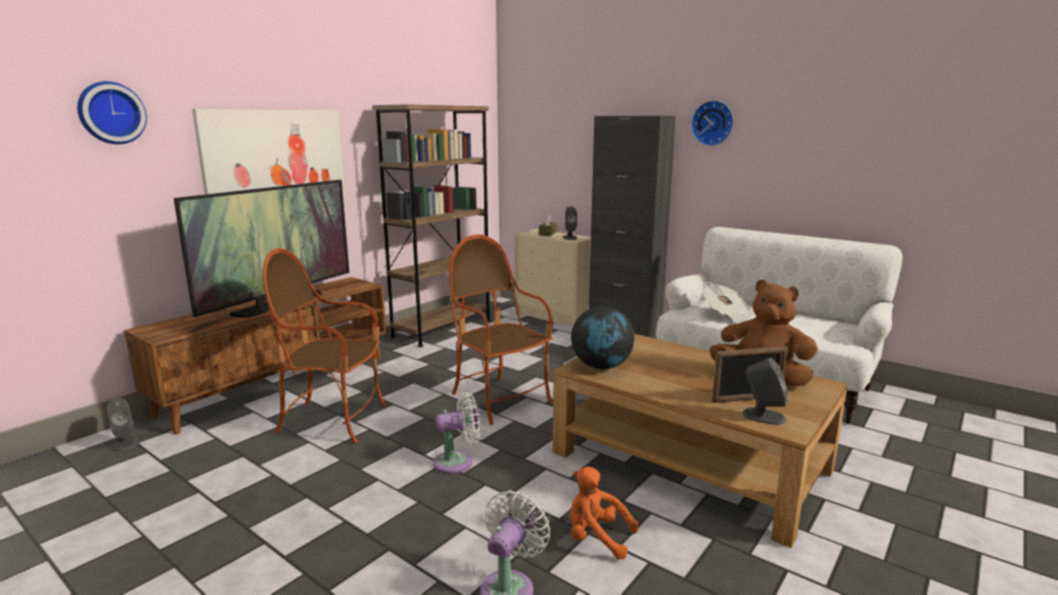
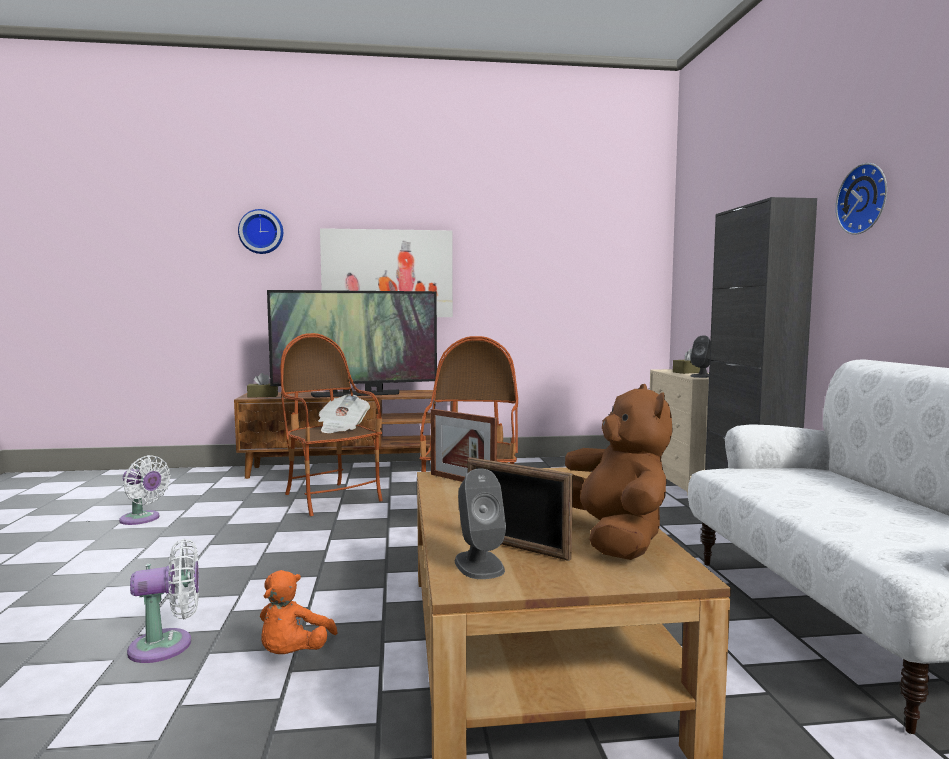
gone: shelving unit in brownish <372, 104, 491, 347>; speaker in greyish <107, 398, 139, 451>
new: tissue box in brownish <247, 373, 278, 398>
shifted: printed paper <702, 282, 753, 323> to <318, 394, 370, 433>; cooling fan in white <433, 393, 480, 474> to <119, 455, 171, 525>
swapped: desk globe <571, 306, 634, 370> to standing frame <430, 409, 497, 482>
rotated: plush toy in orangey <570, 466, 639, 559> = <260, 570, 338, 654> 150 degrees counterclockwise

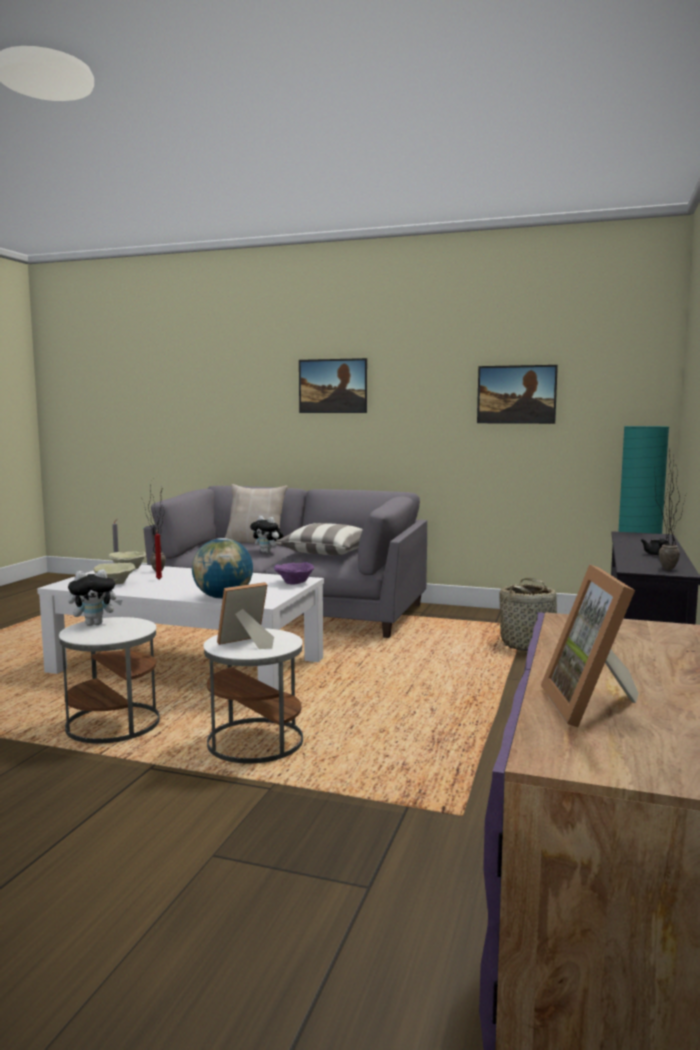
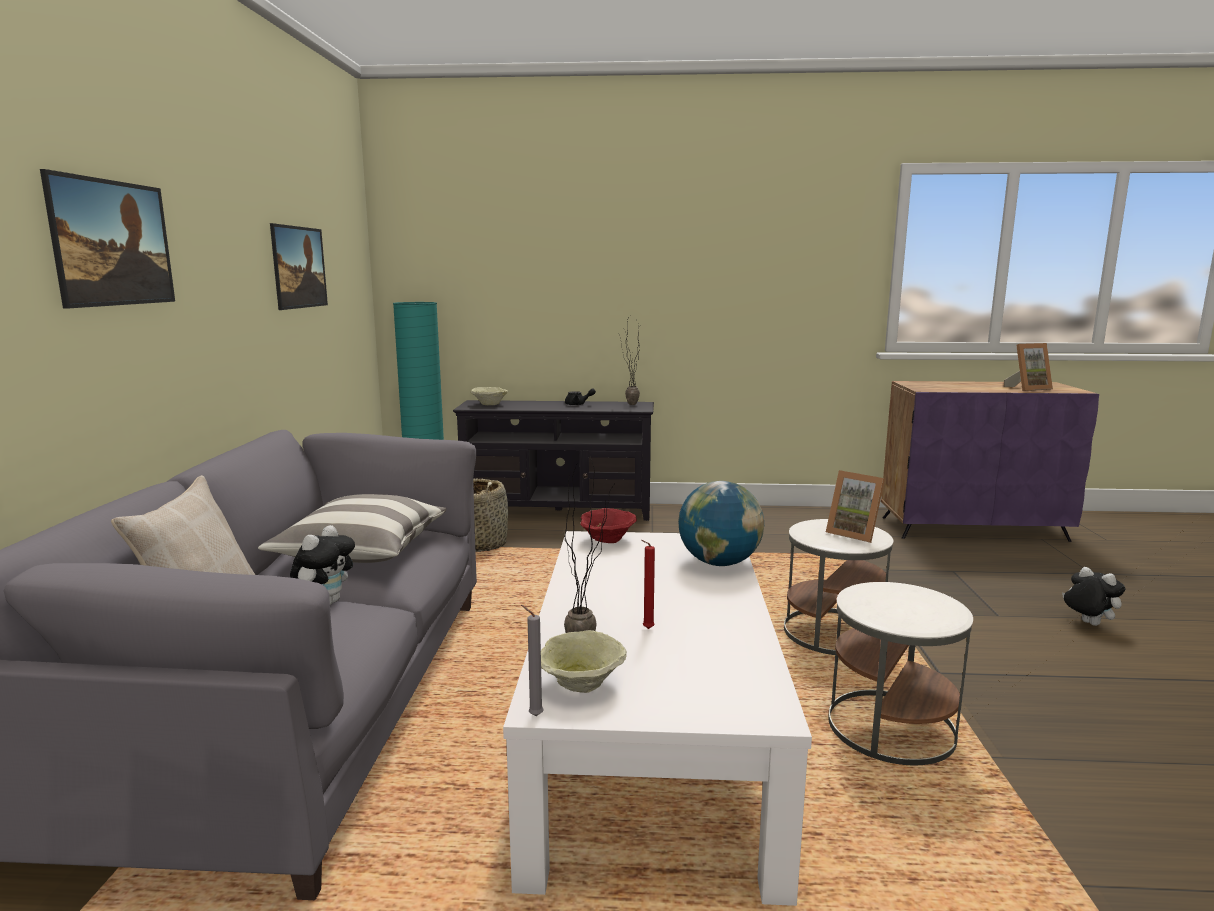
shifted: bowl in beige-coloured <94, 563, 135, 585> to <471, 387, 508, 405>; plush toy <68, 569, 122, 626> to <1062, 567, 1125, 626>
repainted: bowl in purplish <274, 562, 315, 585> to bowl in red-coloured <580, 508, 637, 543>

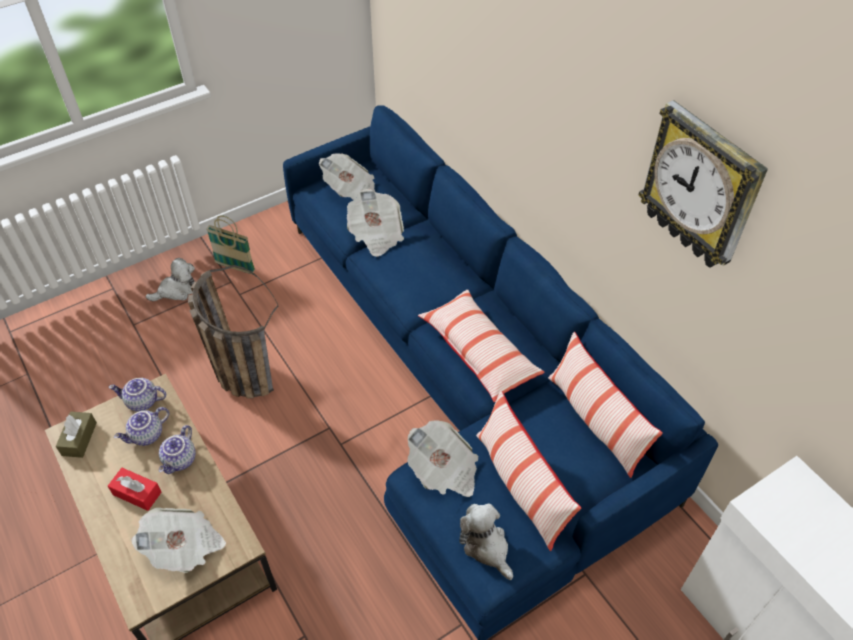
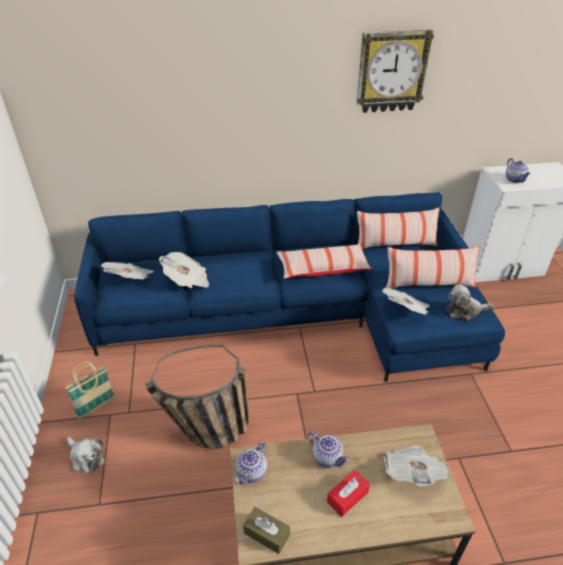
shifted: tea pot <114, 407, 169, 446> to <506, 158, 530, 183>
rotated: plush toy <146, 258, 195, 301> = <67, 436, 105, 473> 135 degrees clockwise

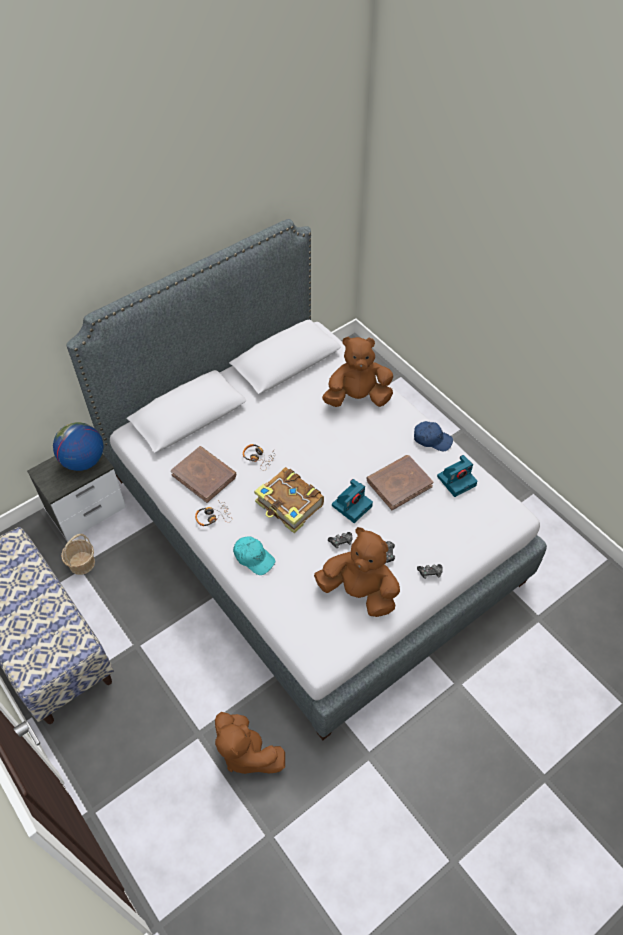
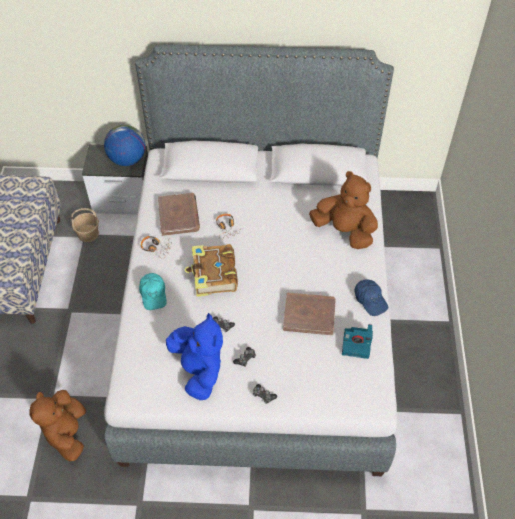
gone: still camera <332, 479, 373, 523>
repainted: plush toy in brownish <314, 527, 400, 617> to plush toy in blue <166, 313, 223, 400>

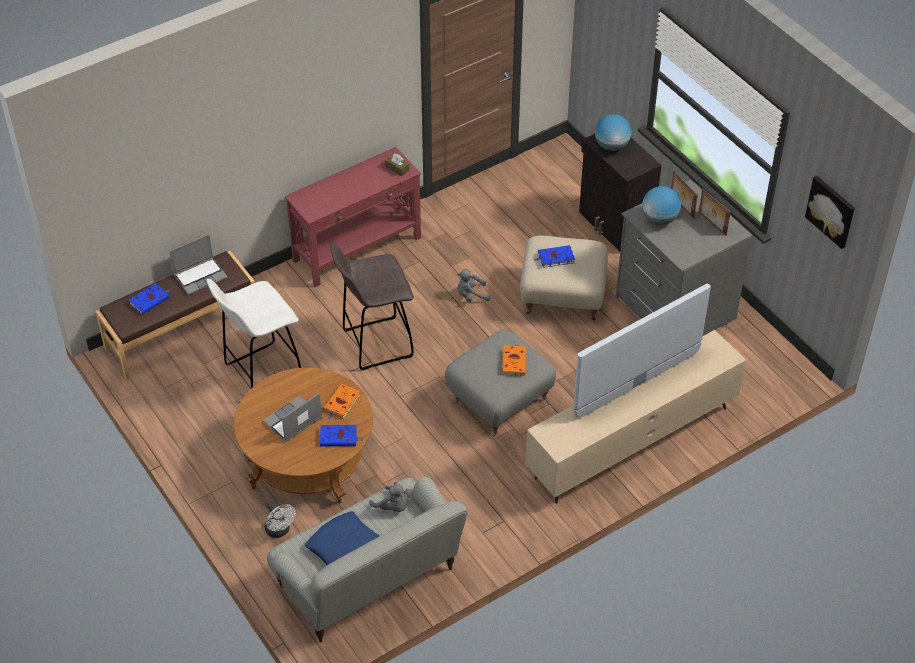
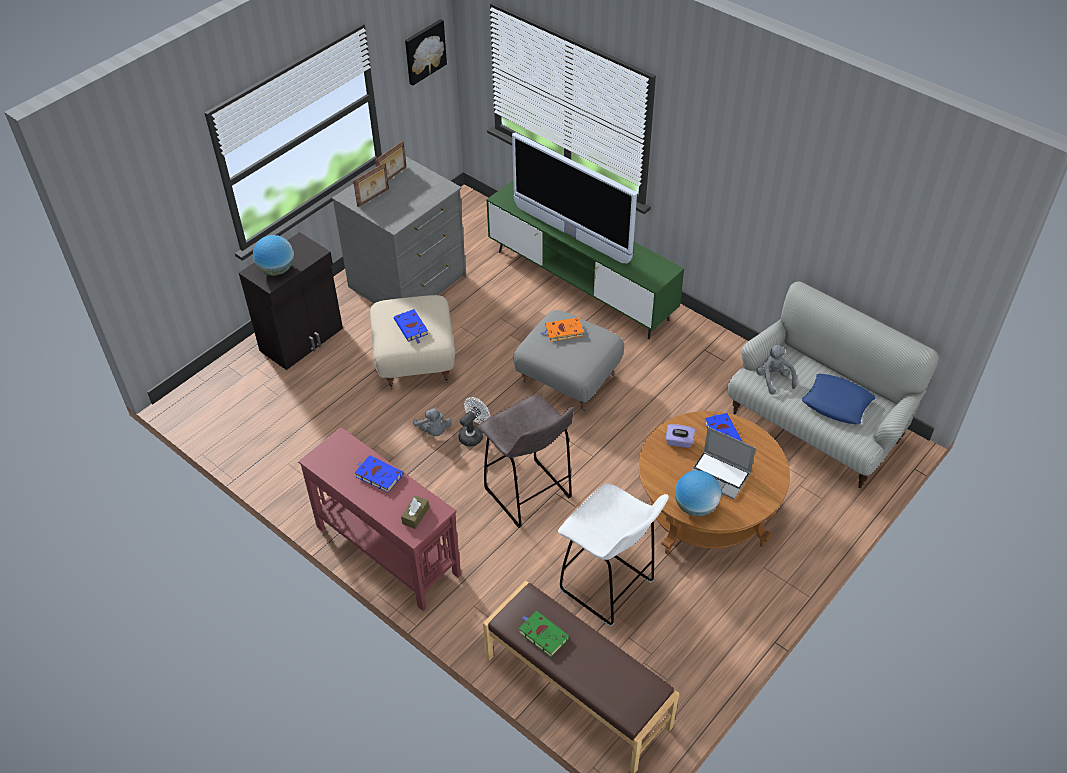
shifted: tissue box in brownish <385, 154, 409, 176> to <401, 496, 429, 529>; desk globe <642, 186, 681, 225> to <675, 470, 721, 516>; bound book in blue <129, 283, 170, 315> to <355, 455, 403, 493>; cooling fan in white <265, 500, 296, 538> to <458, 397, 490, 447>
swapped: portable computer <170, 235, 228, 295> to bound book in greenish <519, 611, 570, 657>; bound book in orangey <323, 384, 361, 420> to tissue box in purplish <666, 424, 695, 448>
repainted: tv unit in beige-coloured <526, 330, 746, 504> to tv unit in greenish <486, 180, 684, 339>
rotated: plush toy in greyish <369, 482, 411, 512> = <756, 344, 797, 395> 45 degrees counterclockwise

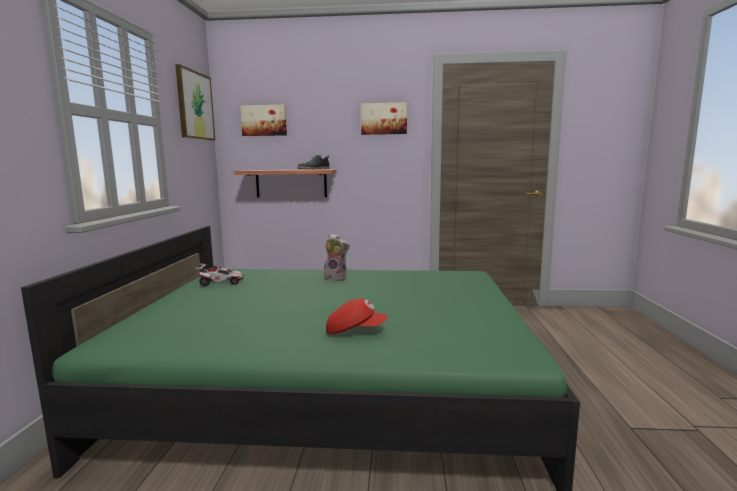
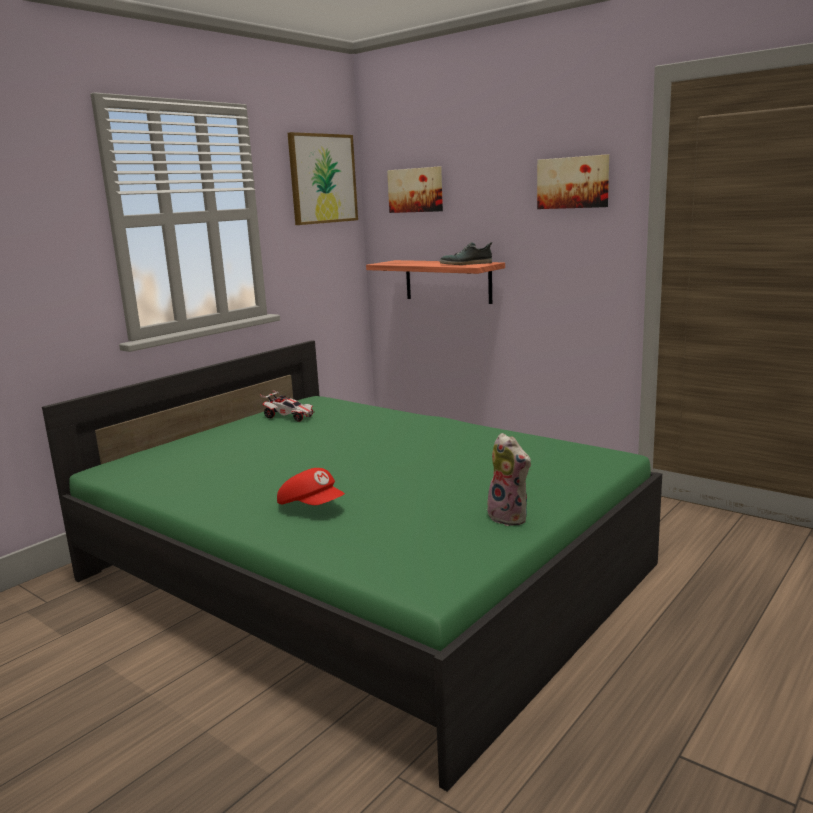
shifted: plush toy <324, 233, 350, 281> to <487, 433, 531, 526>

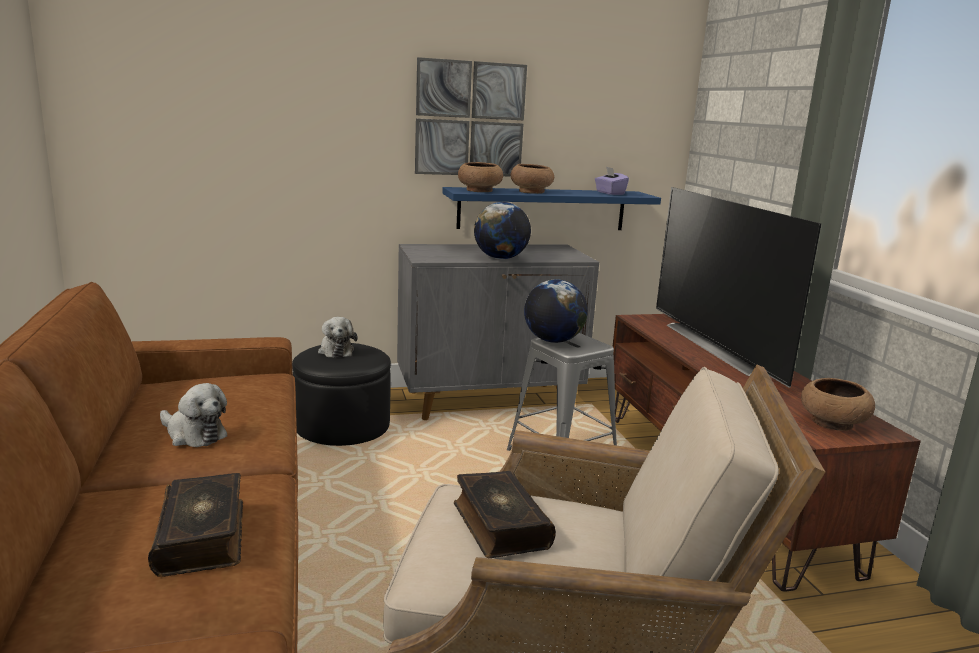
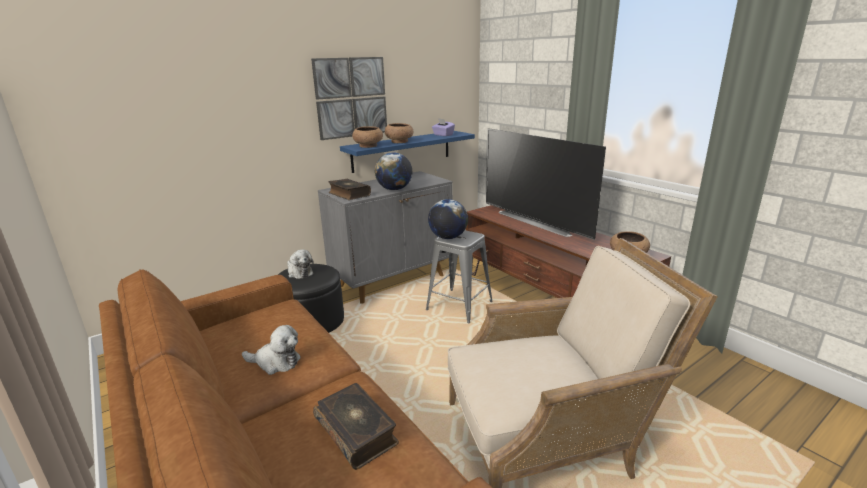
shifted: bound book <454, 471, 556, 558> to <328, 179, 371, 200>

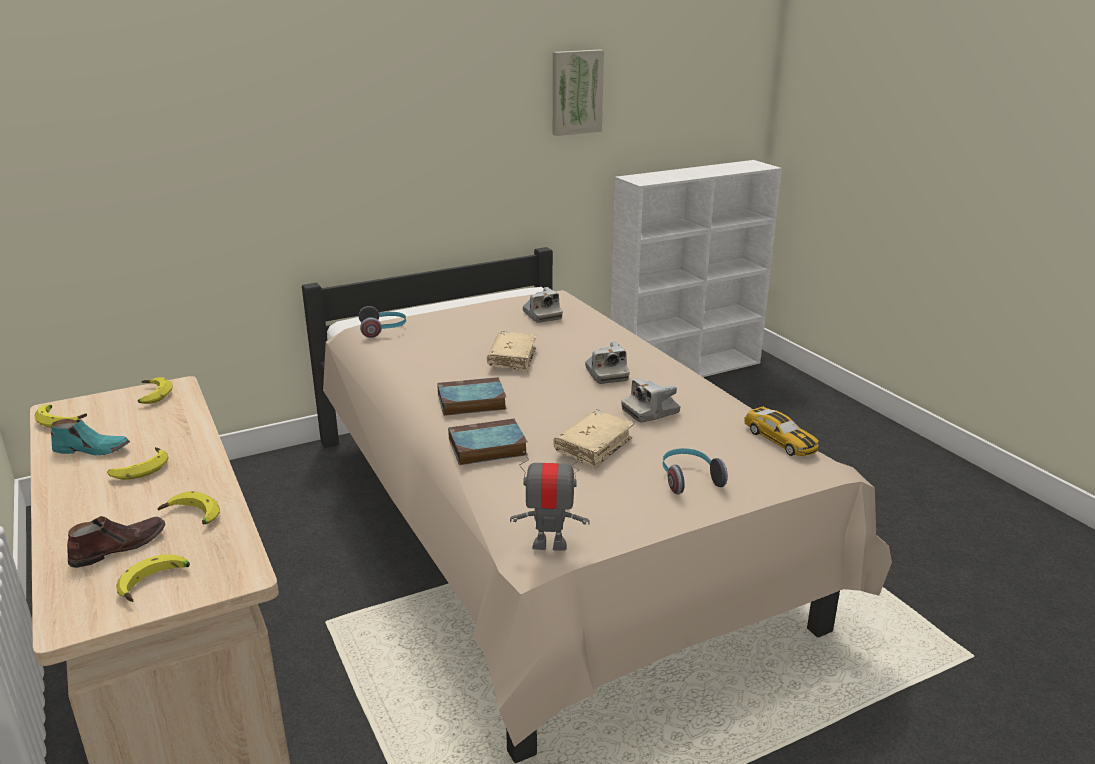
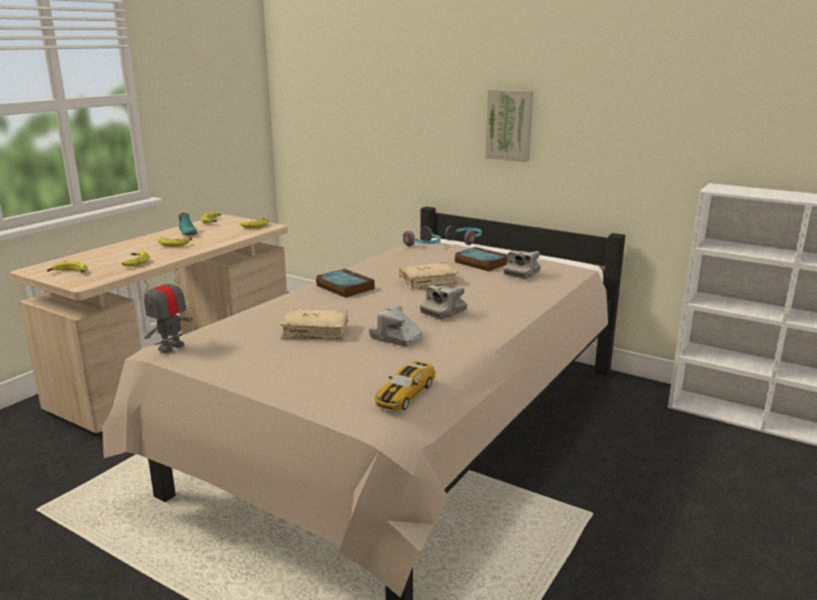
gone: low shoe in brownish <67, 516, 165, 568>
shifted: picture <553, 50, 604, 136> to <485, 89, 533, 162>; bound book <448, 419, 528, 465> to <455, 247, 508, 271>; headset <662, 448, 728, 495> to <445, 225, 482, 245>
rotated: robot figure <510, 450, 590, 551> = <144, 268, 193, 353> 120 degrees counterclockwise

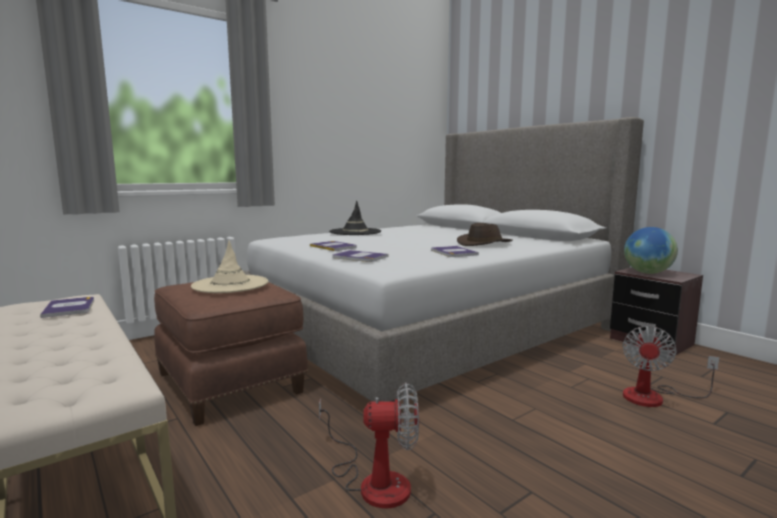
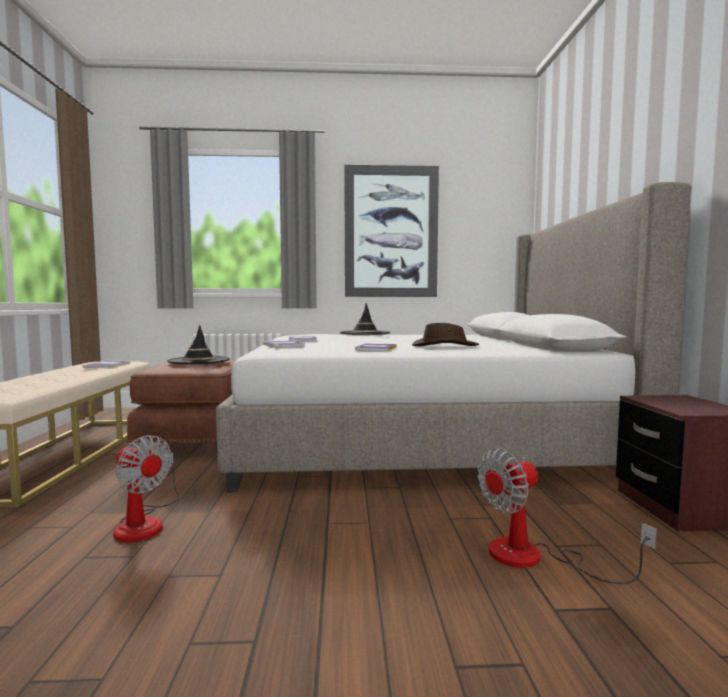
gone: desk globe <624, 227, 678, 274>
new: picture <344, 165, 439, 297>
repainted: hat in beige-coloured <191, 241, 268, 293> to hat in black <167, 325, 230, 364>

